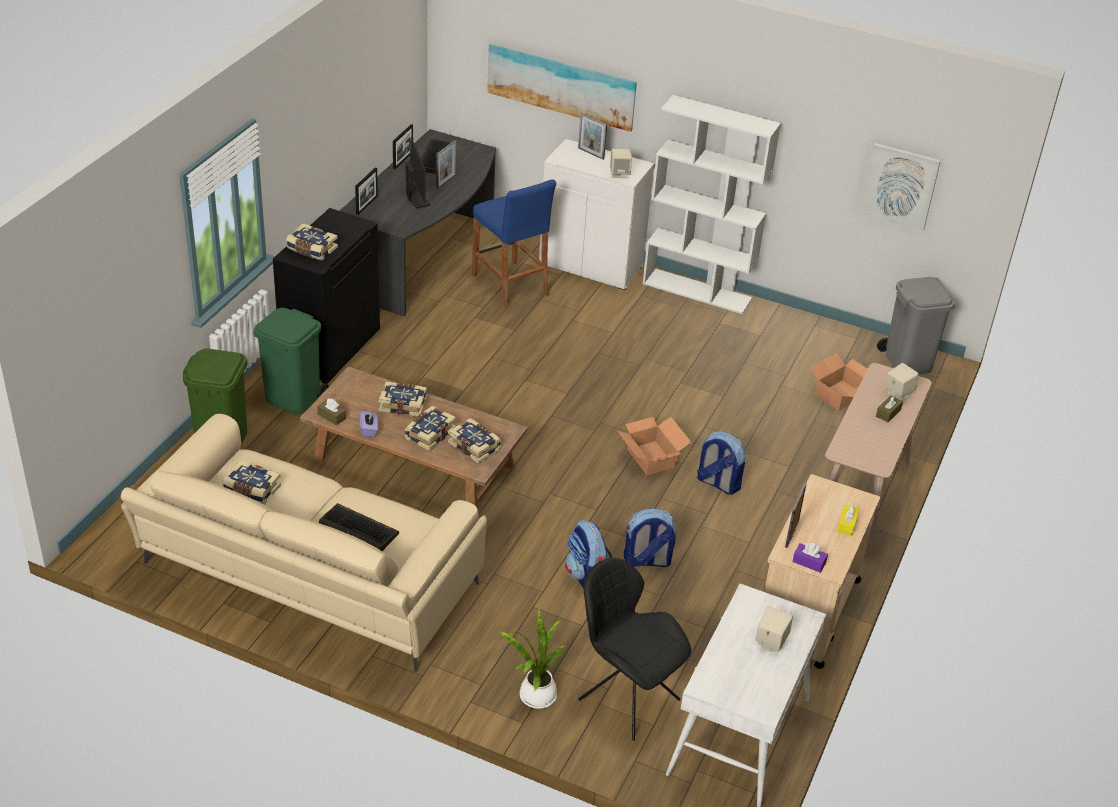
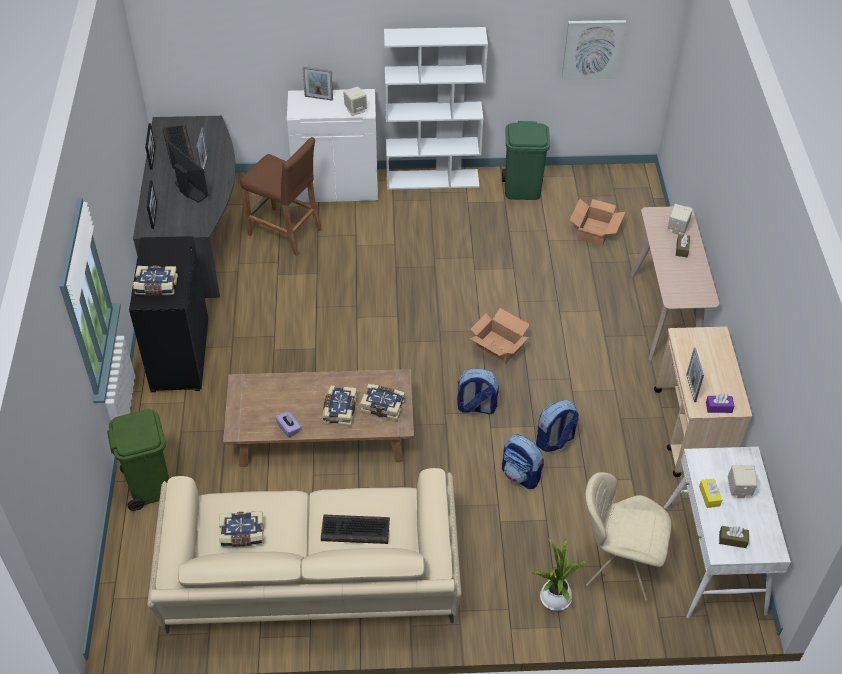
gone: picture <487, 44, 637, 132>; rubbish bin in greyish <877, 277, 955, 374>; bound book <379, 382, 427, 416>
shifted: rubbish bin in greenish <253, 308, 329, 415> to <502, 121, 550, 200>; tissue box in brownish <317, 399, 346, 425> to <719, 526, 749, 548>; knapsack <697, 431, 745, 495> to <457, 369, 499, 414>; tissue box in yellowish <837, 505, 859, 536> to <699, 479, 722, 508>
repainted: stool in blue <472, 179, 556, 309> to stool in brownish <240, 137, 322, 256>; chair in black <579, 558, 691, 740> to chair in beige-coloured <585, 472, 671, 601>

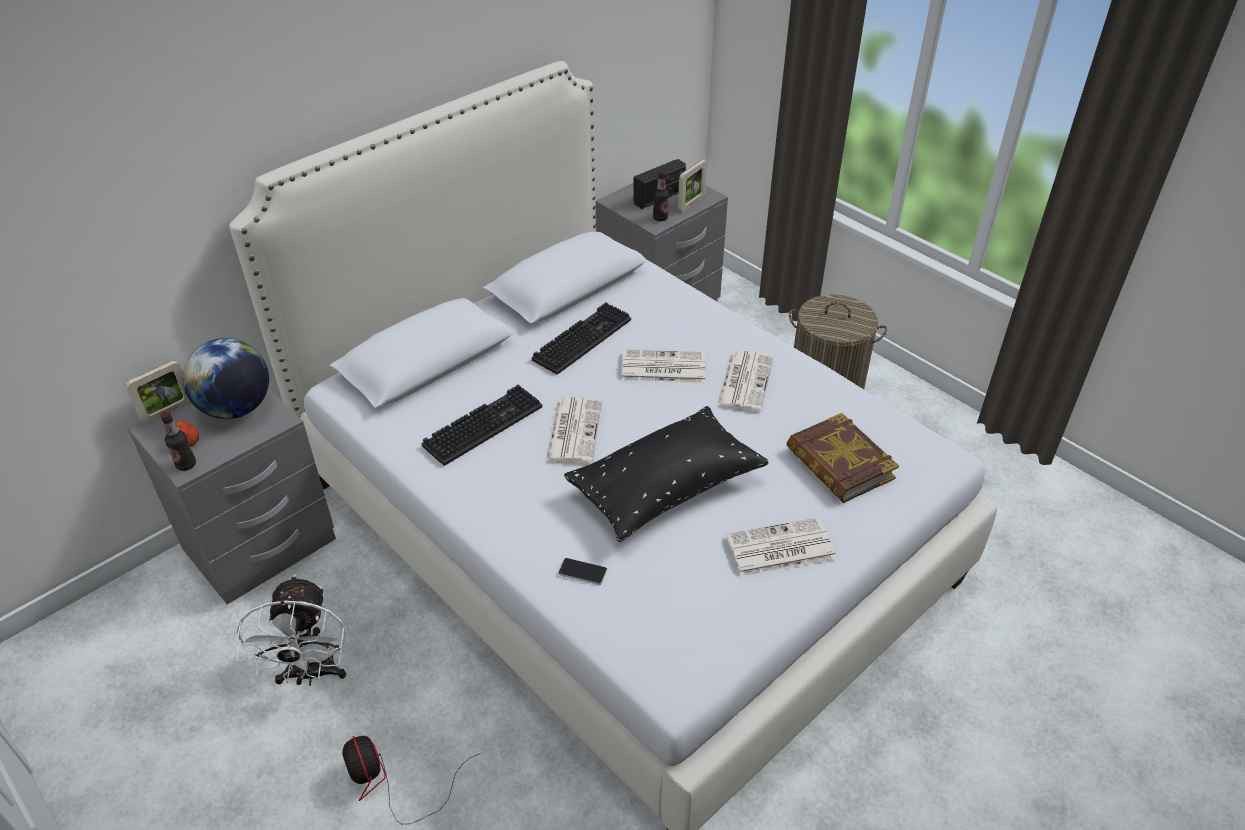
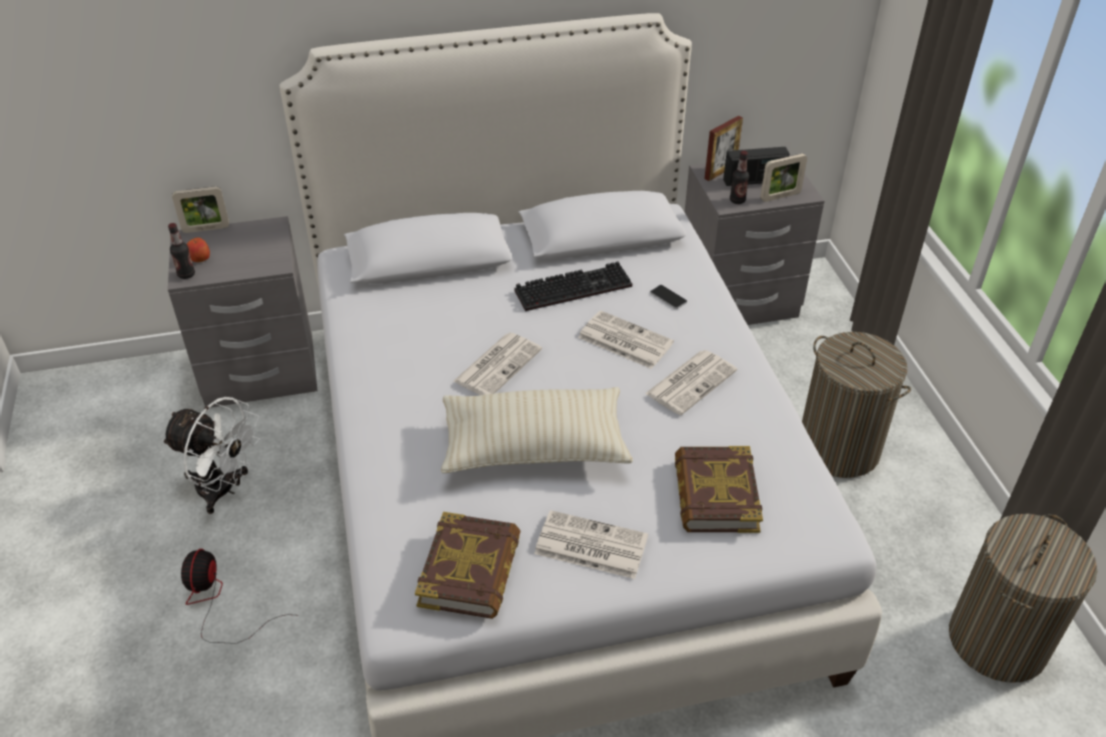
gone: desk globe <183, 338, 269, 419>; computer keyboard <421, 384, 542, 466>
new: standing frame <704, 116, 743, 181>; bound book <415, 512, 520, 619>; hamper <949, 514, 1097, 683>
shifted: phone <558, 558, 607, 585> to <650, 285, 687, 309>
repainted: pillow in black <564, 406, 768, 542> to pillow in beige-coloured <441, 387, 633, 473>
rotated: cooling fan in white <237, 574, 346, 686> = <162, 397, 261, 514> 90 degrees counterclockwise

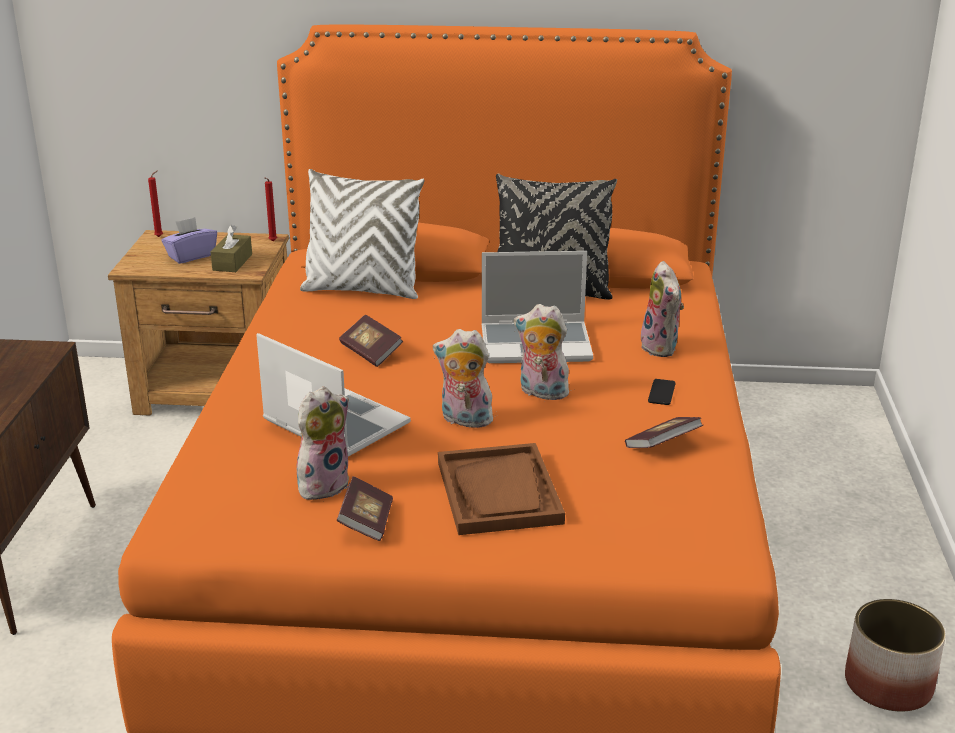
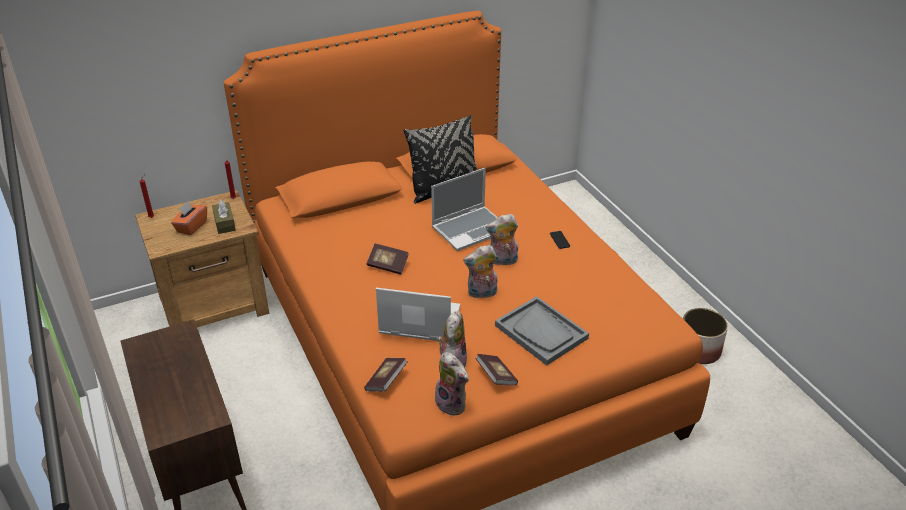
gone: pillow in white <300, 169, 425, 299>
shifted: plush toy <640, 261, 684, 357> to <435, 352, 469, 416>; bound book <625, 417, 703, 448> to <364, 358, 407, 391>
repainted: tissue box in purplish <162, 217, 217, 264> to tissue box in orangey <171, 201, 207, 235>; tray in brownish <438, 443, 565, 535> to tray in greyish <495, 296, 589, 366>

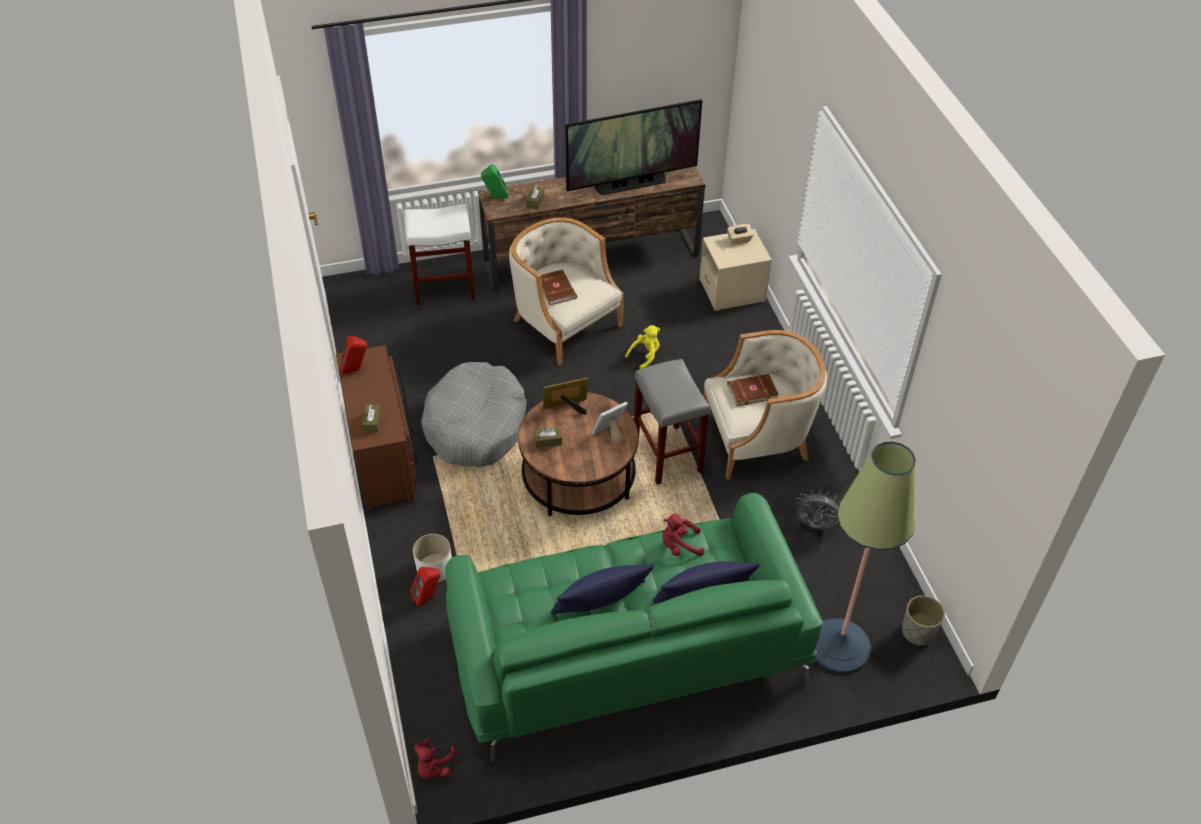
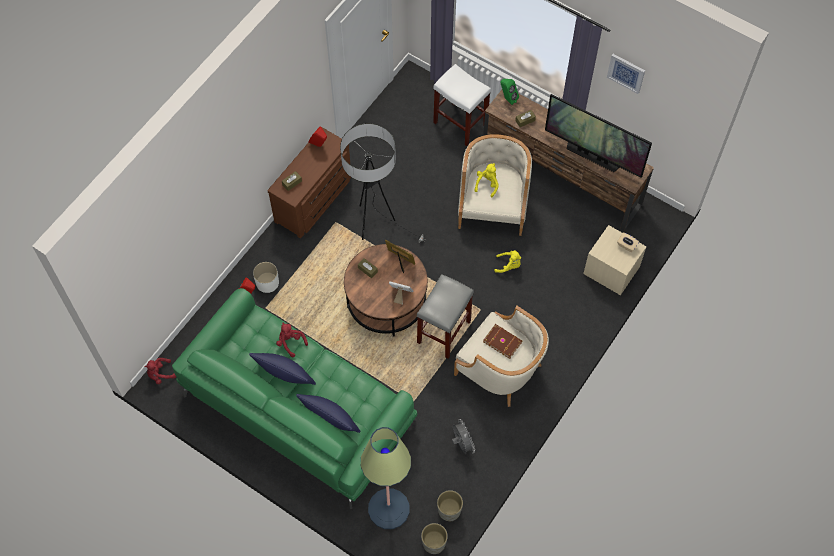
new: picture <607, 54, 645, 94>; planter in greyish <437, 490, 463, 521>
shifted: plush toy in red-coloured <662, 513, 704, 556> to <276, 323, 308, 357>
swapped: bound book in brownish <541, 270, 577, 305> to plush toy in yellowish <474, 163, 499, 198>; dog cushion in greyish <421, 362, 527, 467> to standing lamp <340, 124, 425, 243>

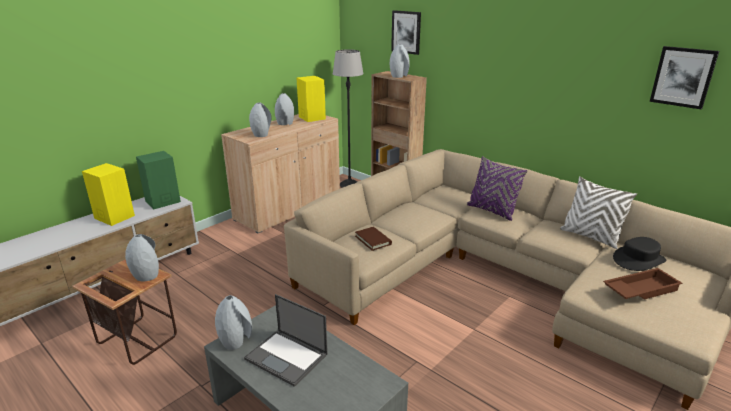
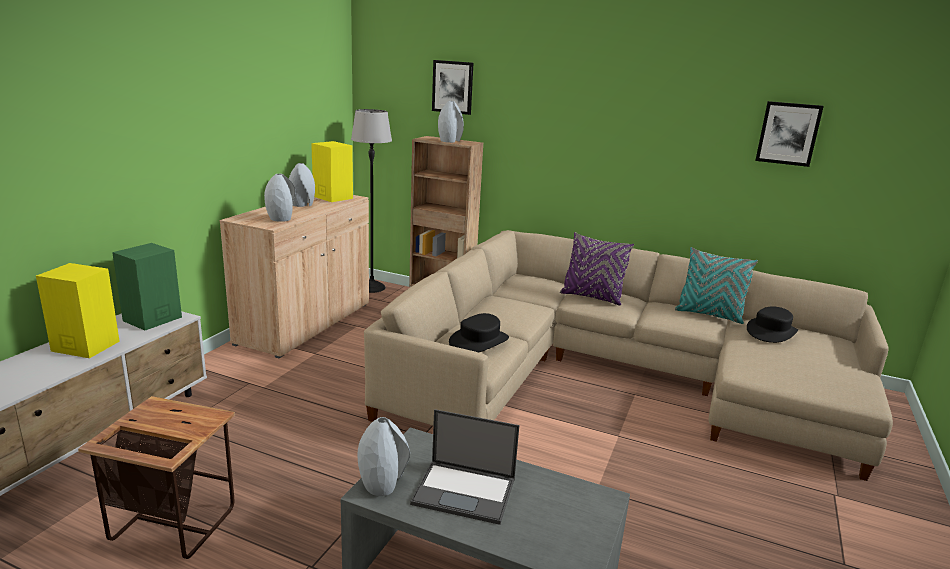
gone: flower vase in greyish <125, 234, 159, 281>; tray in brownish <603, 268, 682, 299>
swapped: bound book in brownish <355, 227, 392, 251> to hat in black <449, 313, 509, 352>
repainted: pillow in white <560, 176, 637, 249> to pillow in turquoise-coloured <675, 247, 758, 324>

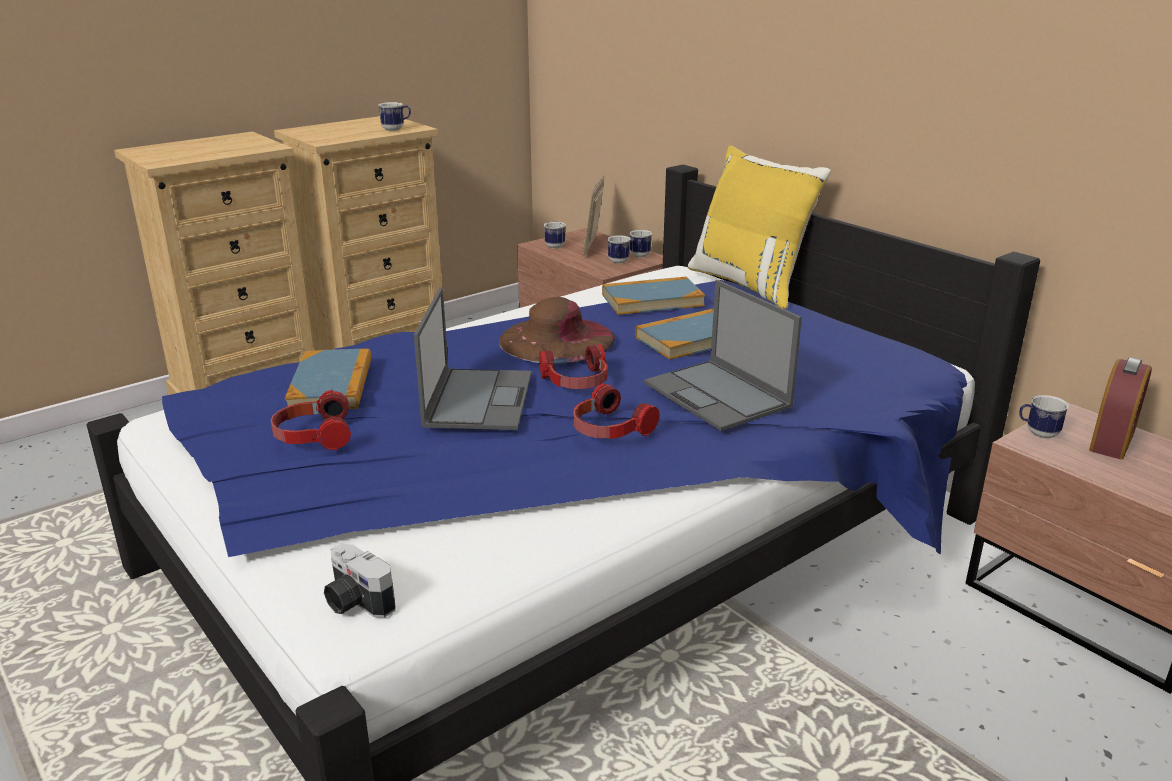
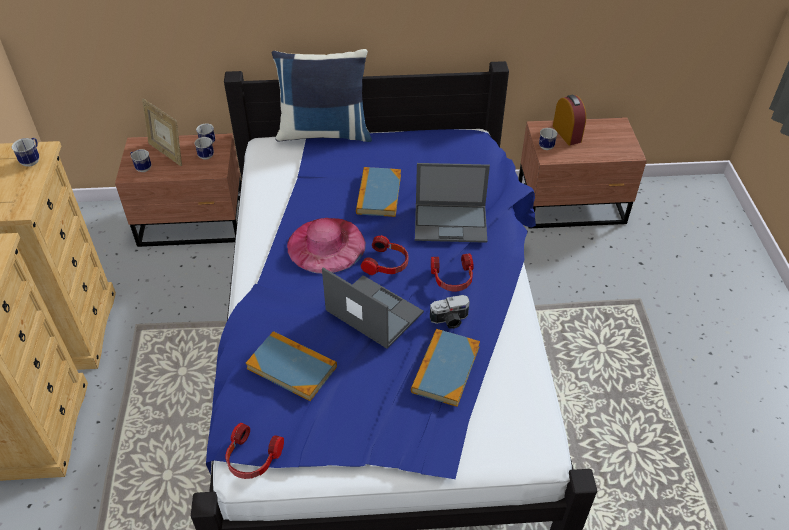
shifted: bound book <602, 277, 705, 315> to <411, 329, 480, 407>; headset <271, 390, 351, 450> to <225, 423, 284, 479>; still camera <324, 544, 396, 618> to <430, 295, 470, 329>
repainted: pillow in yellowish <688, 146, 831, 309> to pillow in blue <271, 49, 372, 142>; hat in brownish <499, 297, 615, 364> to hat in pink <287, 218, 366, 274>

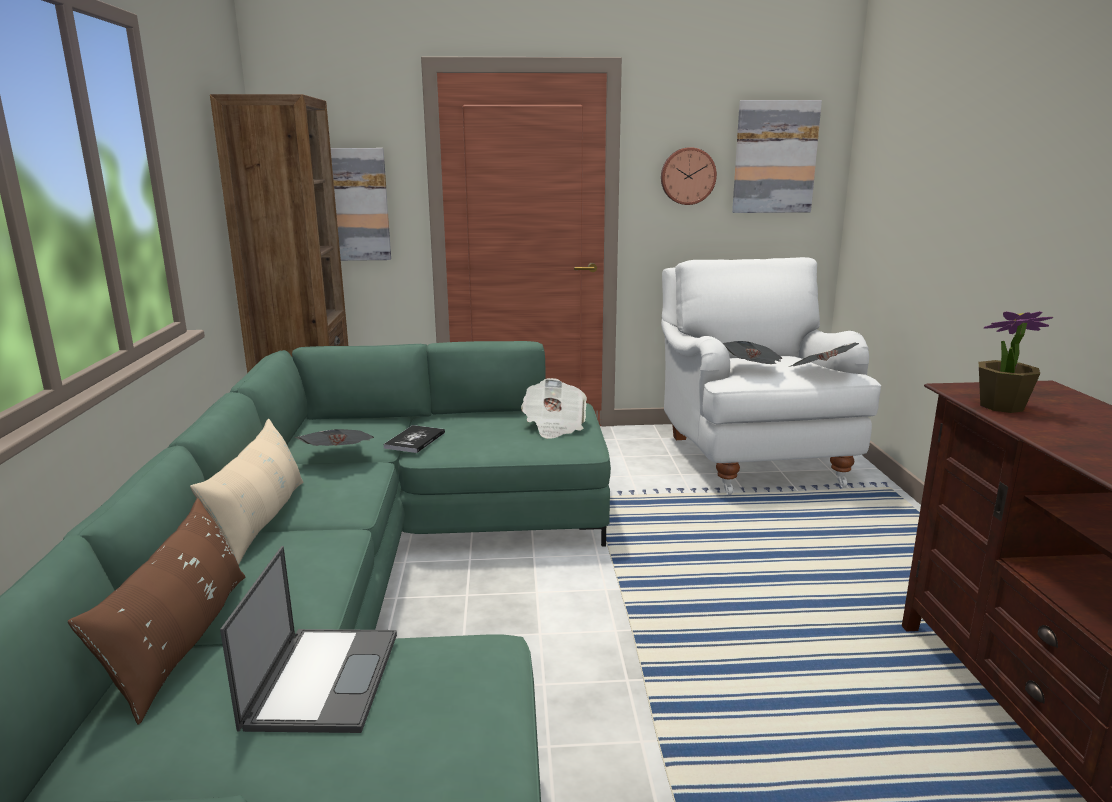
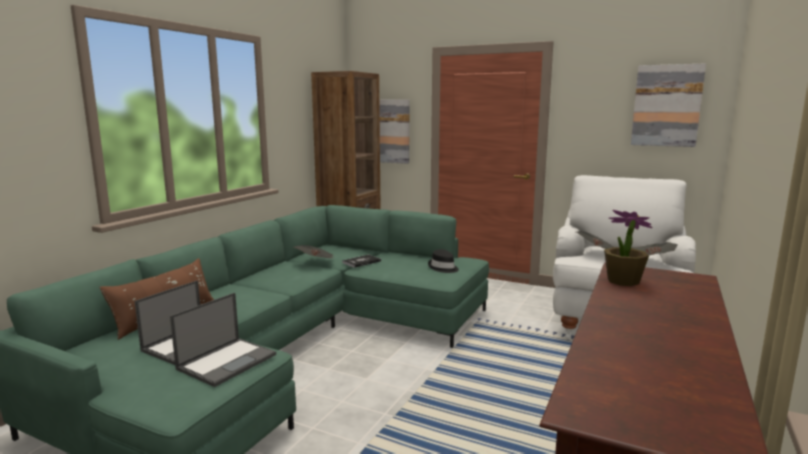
gone: hanging clock <661, 147, 717, 205>; pillow in beige-coloured <190, 419, 304, 565>
new: portable computer <170, 293, 276, 387>
swapped: printed paper <521, 378, 587, 439> to hat in black <428, 249, 459, 273>

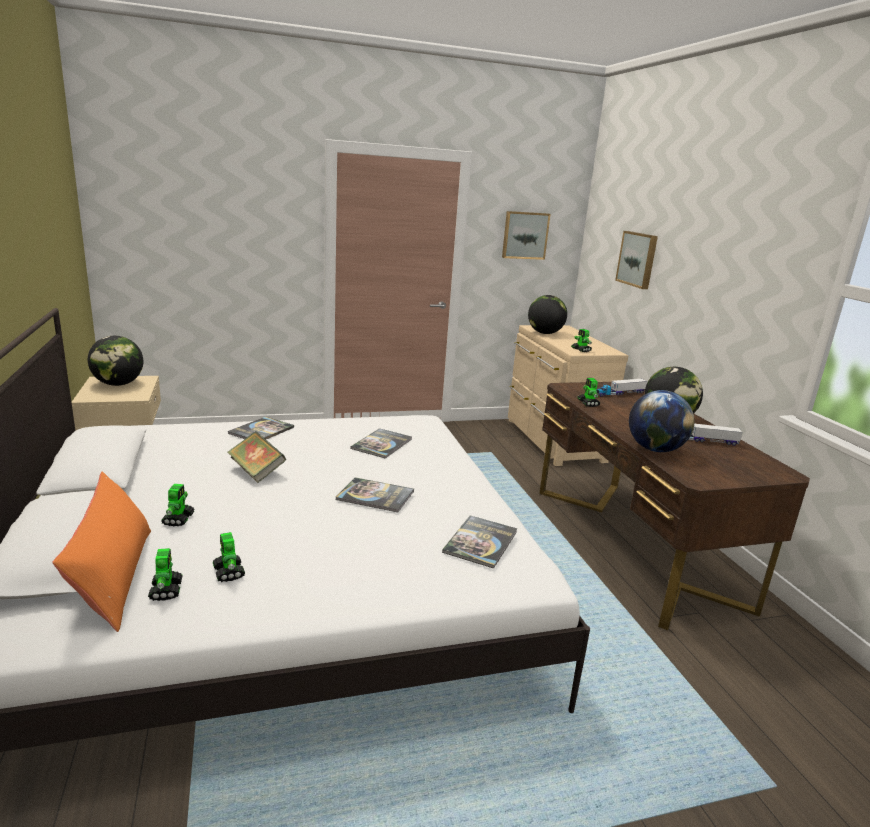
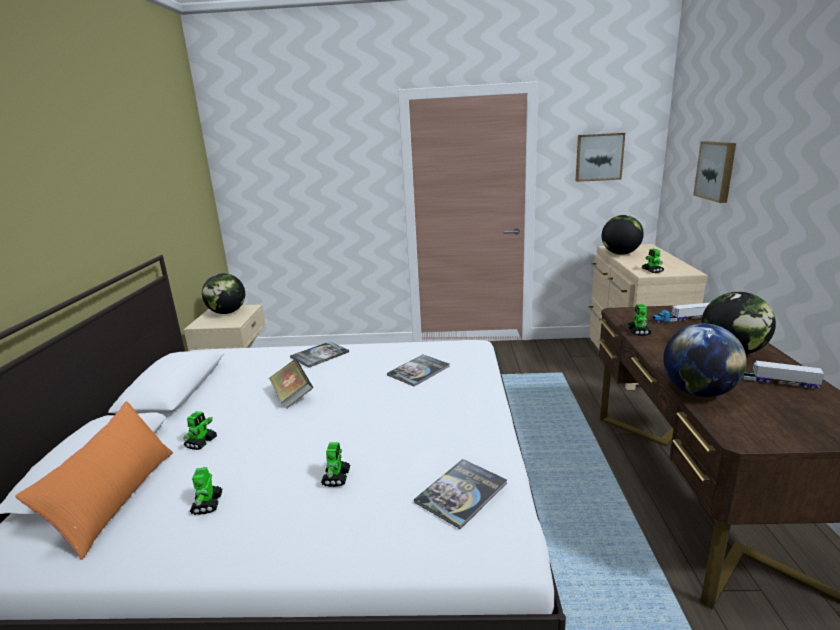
gone: bound book <336, 477, 414, 513>
shifted: robot figure <148, 548, 183, 601> to <321, 442, 350, 487>

